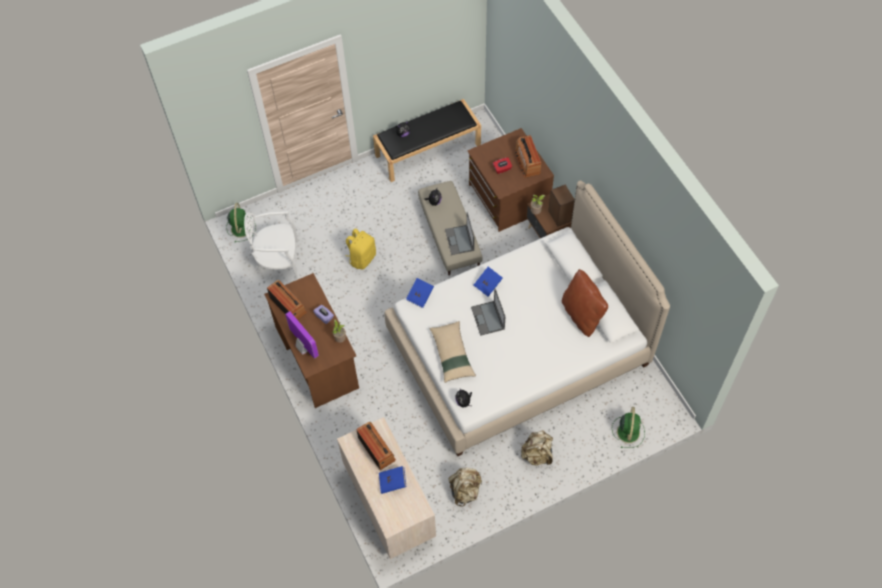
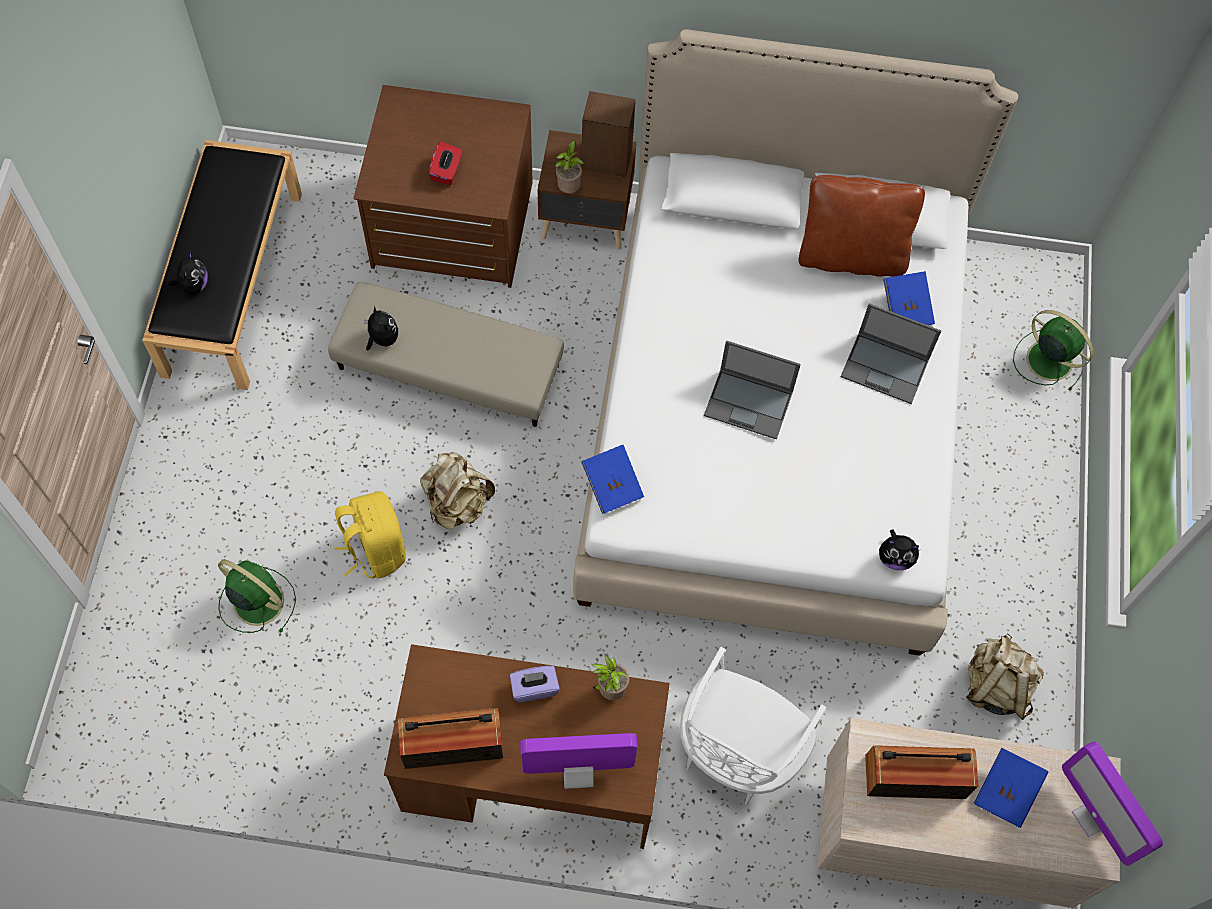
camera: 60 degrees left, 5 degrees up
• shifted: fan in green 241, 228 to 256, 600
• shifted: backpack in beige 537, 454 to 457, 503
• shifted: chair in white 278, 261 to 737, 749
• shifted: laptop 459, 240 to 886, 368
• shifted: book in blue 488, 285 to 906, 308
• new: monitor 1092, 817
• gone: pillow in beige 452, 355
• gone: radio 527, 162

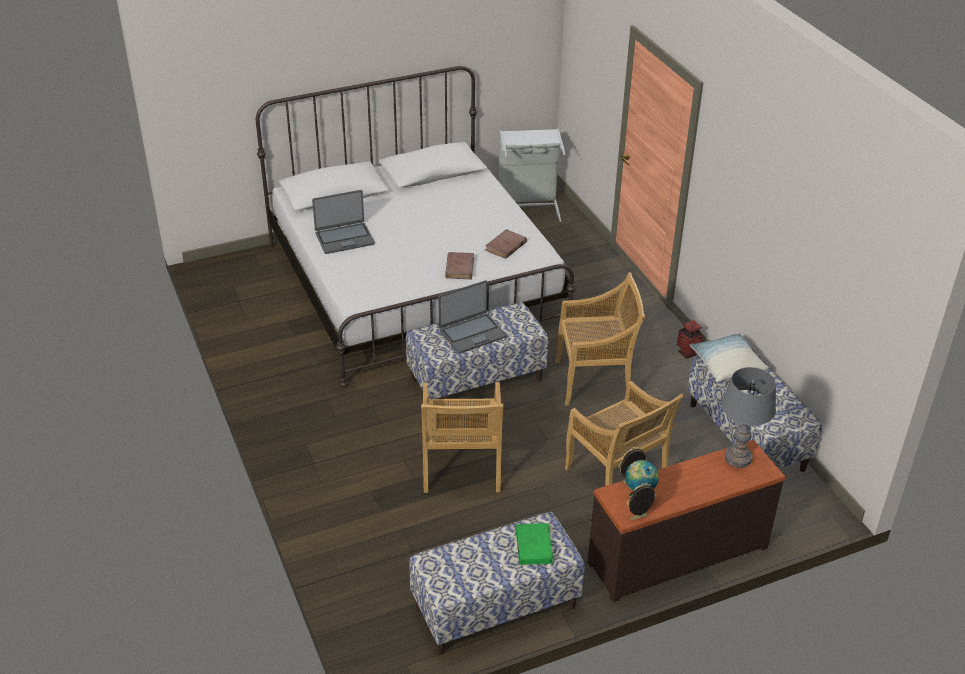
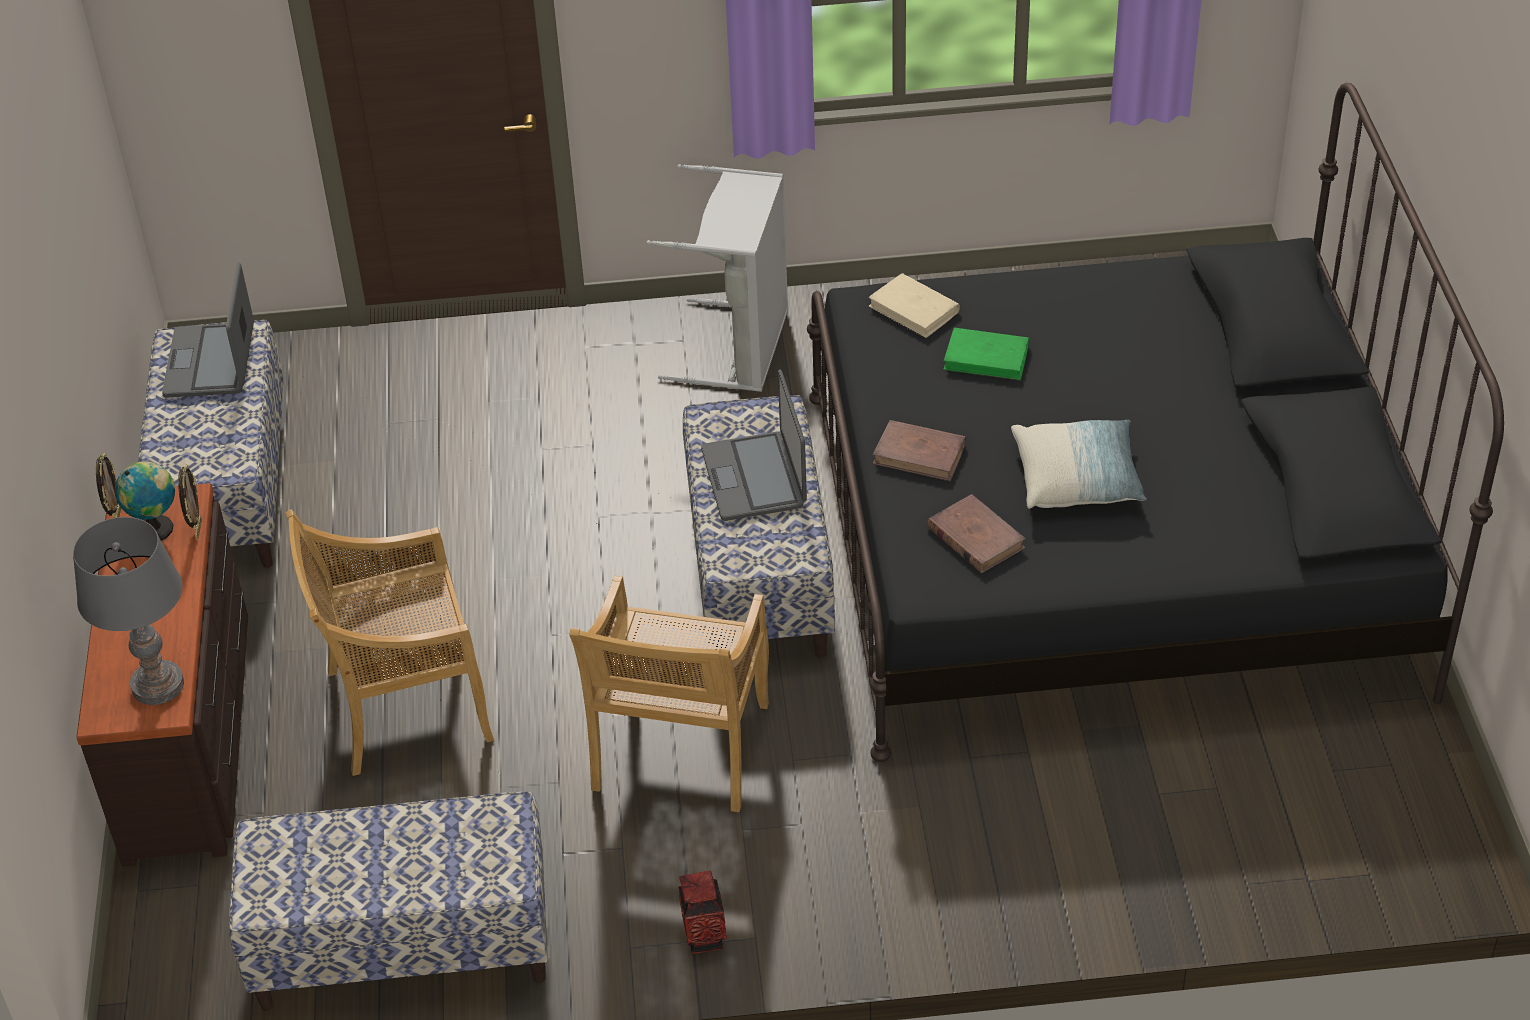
camera: 110 degrees right, 5 degrees up
• shifted: laptop 344, 238 to 211, 362
• shifted: laundry basket in grey 528, 206 to 740, 348
• repainted: bed in white 414, 284 to bed in black 1107, 540
• new: book in beige 914, 309
• shifted: book in green 533, 546 to 987, 358
• shifted: pillow 726, 365 to 1077, 479
• gone: chair in beige 461, 468

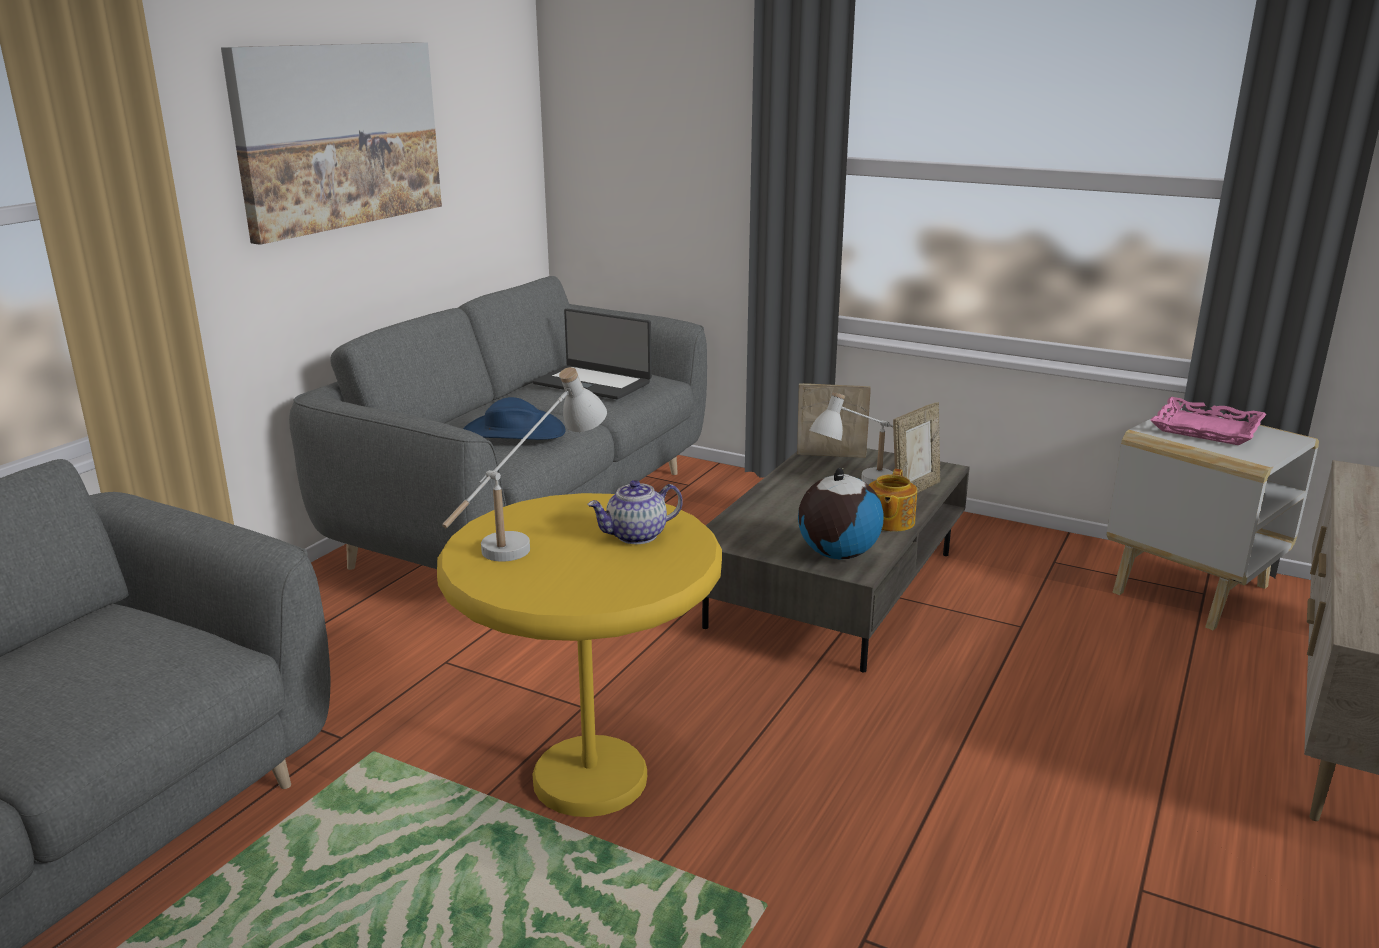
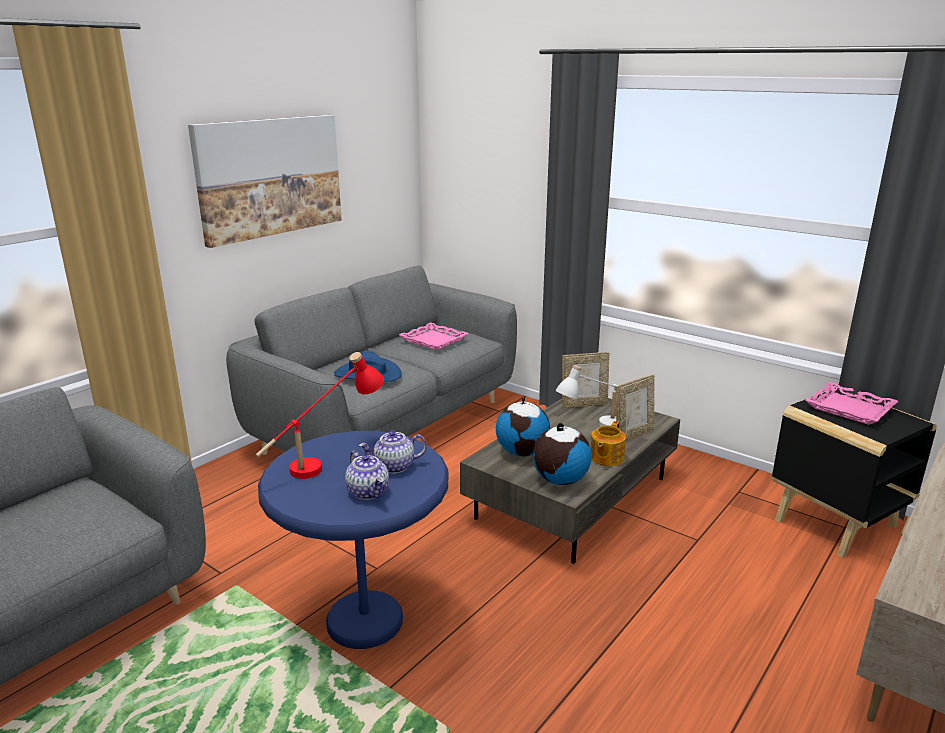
camera: 10 degrees right, 0 degrees up
• repainted: table lamp in white 531, 537 to table lamp in red 326, 462
• repainted: side table in yellow 590, 778 to side table in blue 365, 621
• new: teapot 368, 492
• swapped: laptop 593, 383 to tray in pink 434, 340
• new: globe 522, 452
• rotated: picture frame 830, 457 = 584, 404 150 degrees clockwise
• repainted: side table in white 1191, 588 to side table in black 836, 522

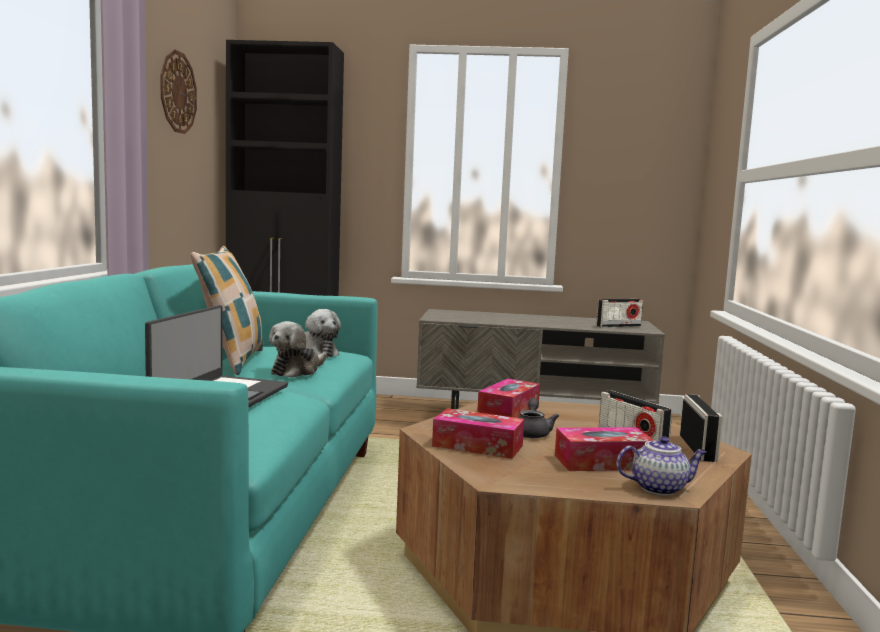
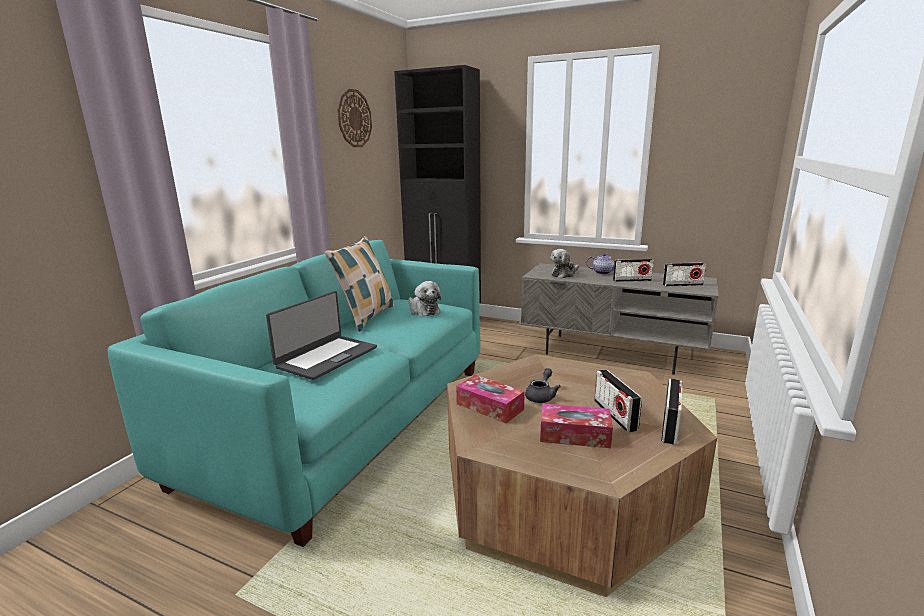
camera: 20 degrees right, 10 degrees up
• shifted: plush toy 297, 371 to 564, 274
• shifted: teapot 659, 488 to 603, 272
• new: radio 632, 280
• gone: tissue box 508, 410

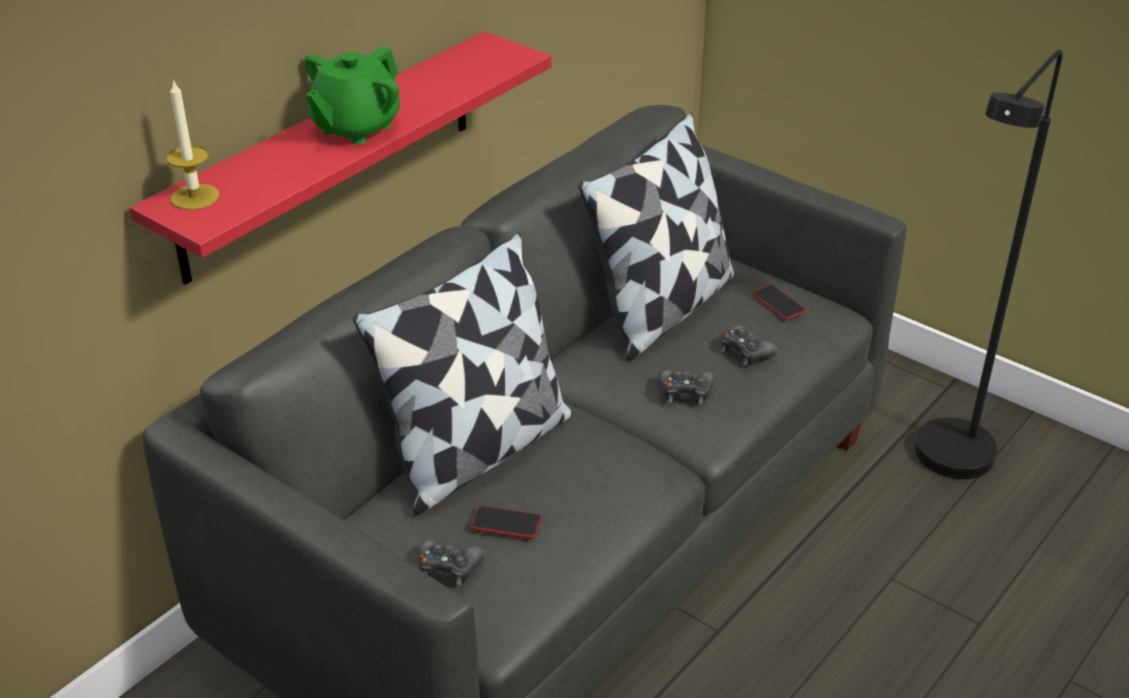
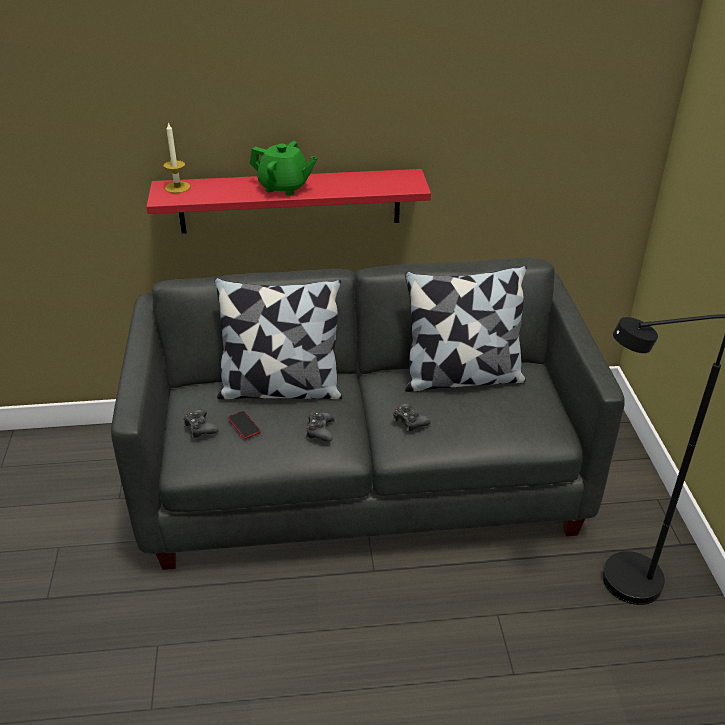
camera: 45 degrees right, 0 degrees up
• rotated: teapot in green 355, 128 = 284, 187 150 degrees counterclockwise
• shifted: game controller in black 746, 351 to 320, 430
• gone: phone 778, 303

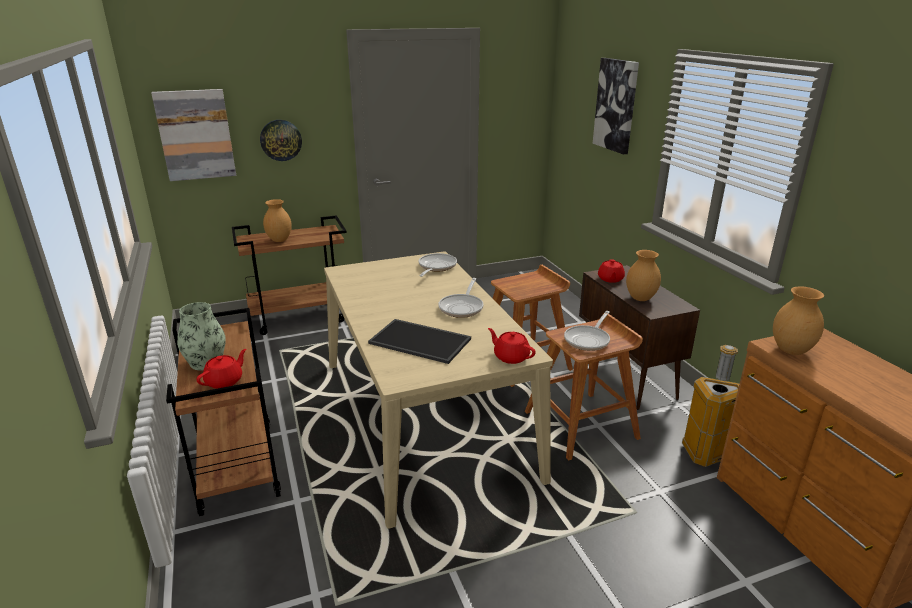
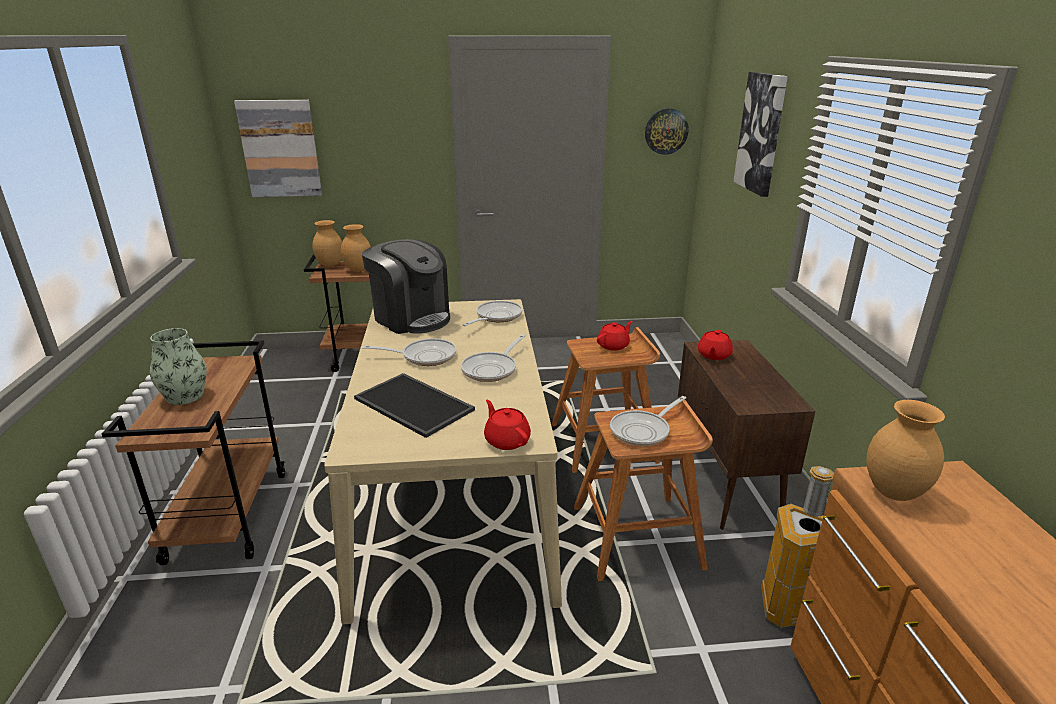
camera: 15 degrees right, 0 degrees up
• shifted: vase in brown 641, 298 to 331, 265
• new: coffee machine 411, 318
• new: frying pan 424, 356
• shifted: teapot in red 225, 381 to 613, 345
• shifted: wall clock 281, 140 to 666, 131

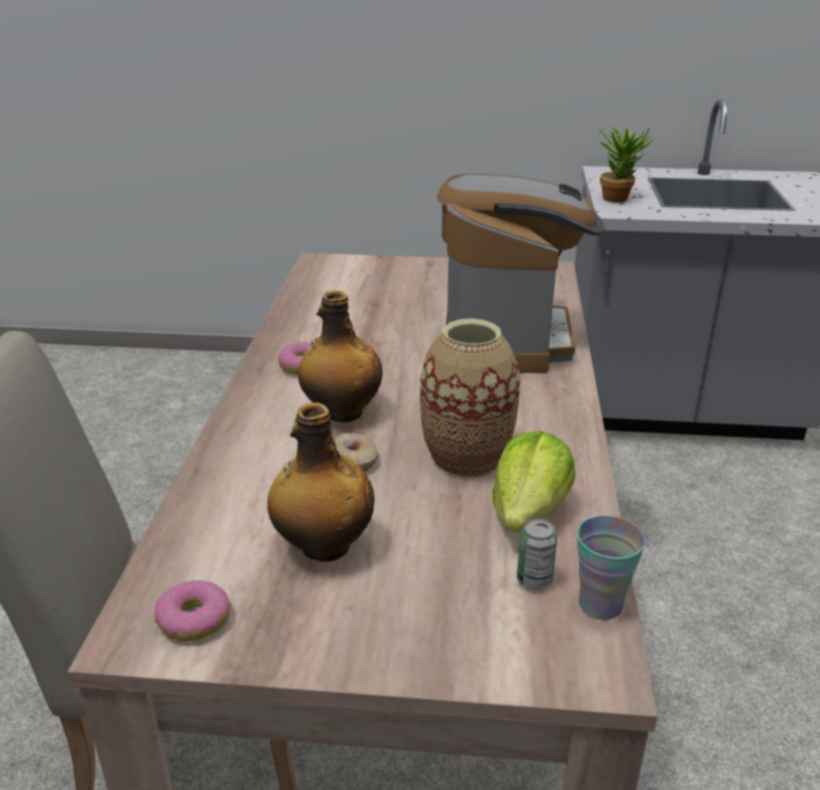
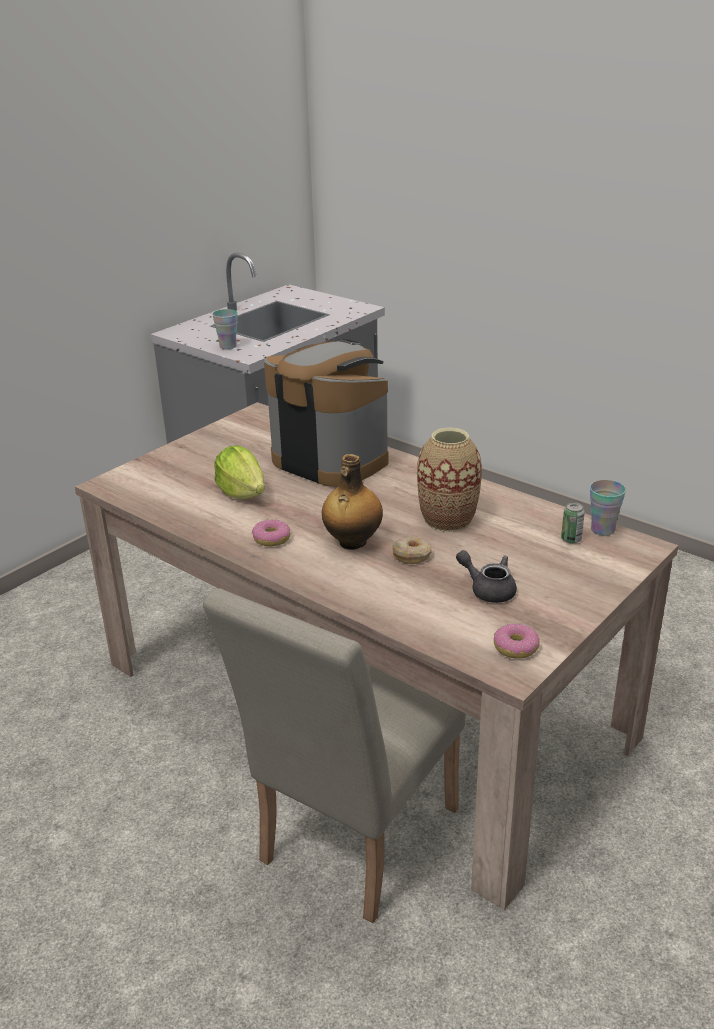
camera: 55 degrees left, 0 degrees up
• swapped: potted plant 618, 197 to cup 228, 346
• shifted: lettuce 529, 513 to 242, 492
• swapped: bottle 323, 547 to teapot in grey 488, 589

